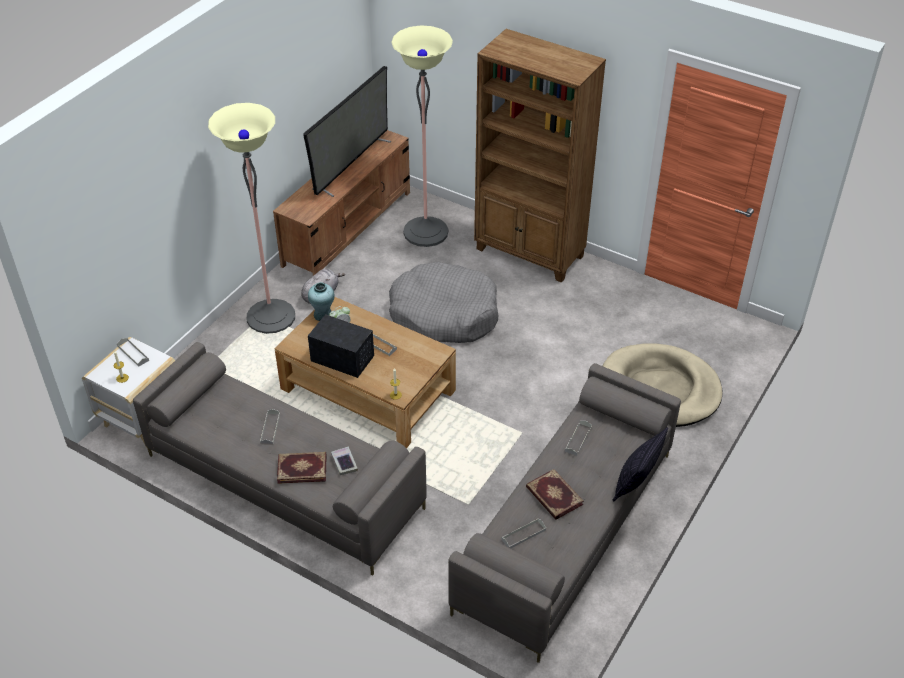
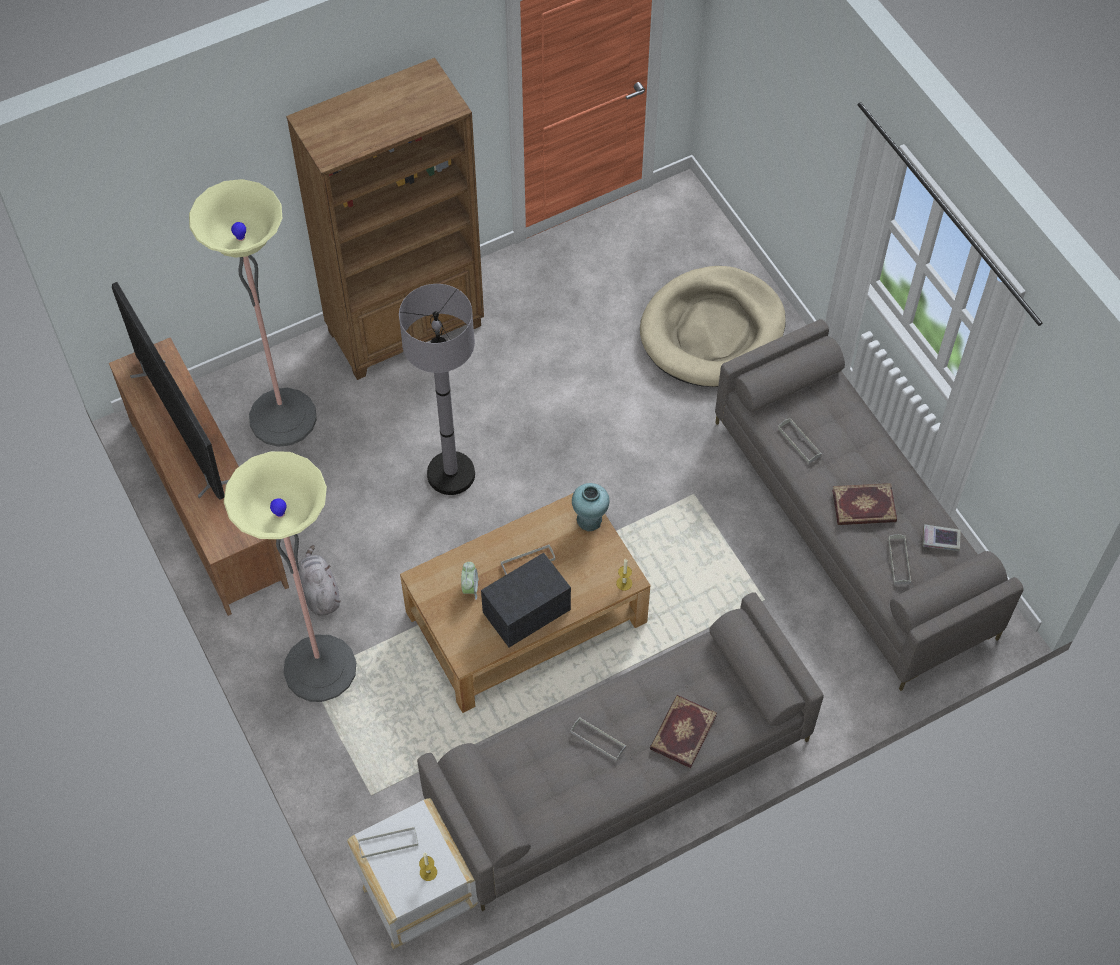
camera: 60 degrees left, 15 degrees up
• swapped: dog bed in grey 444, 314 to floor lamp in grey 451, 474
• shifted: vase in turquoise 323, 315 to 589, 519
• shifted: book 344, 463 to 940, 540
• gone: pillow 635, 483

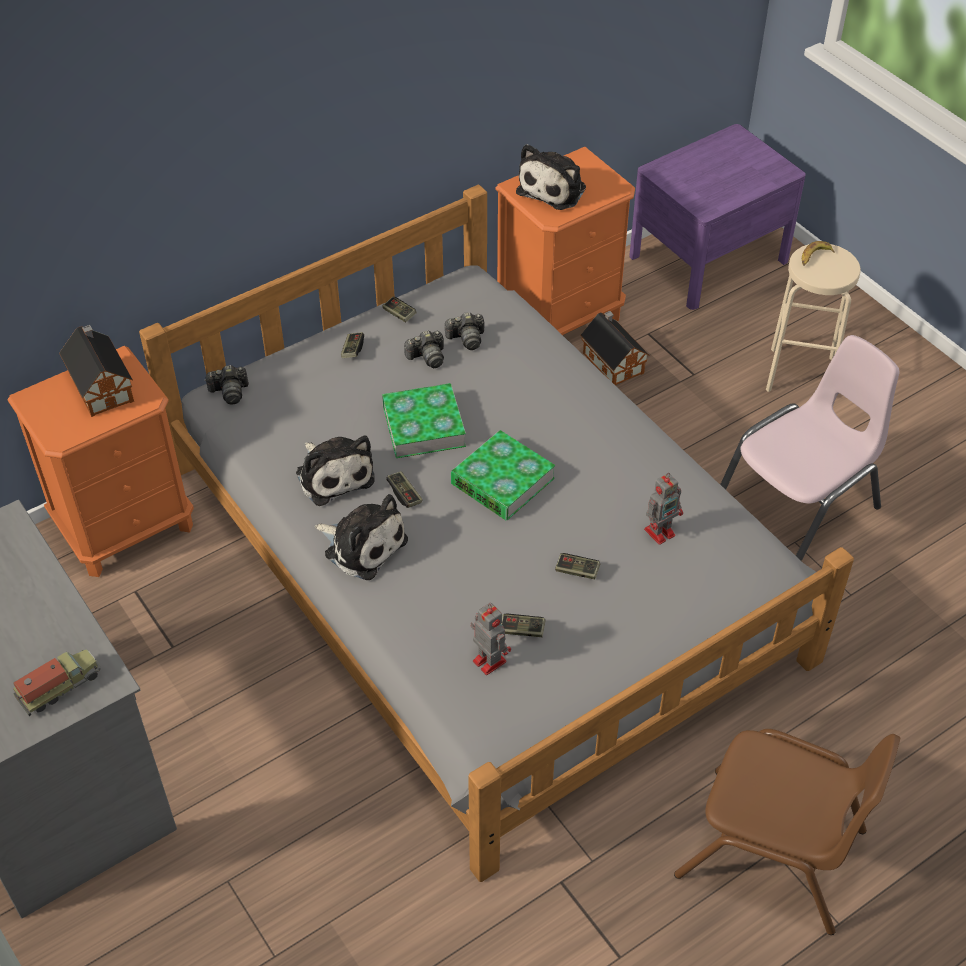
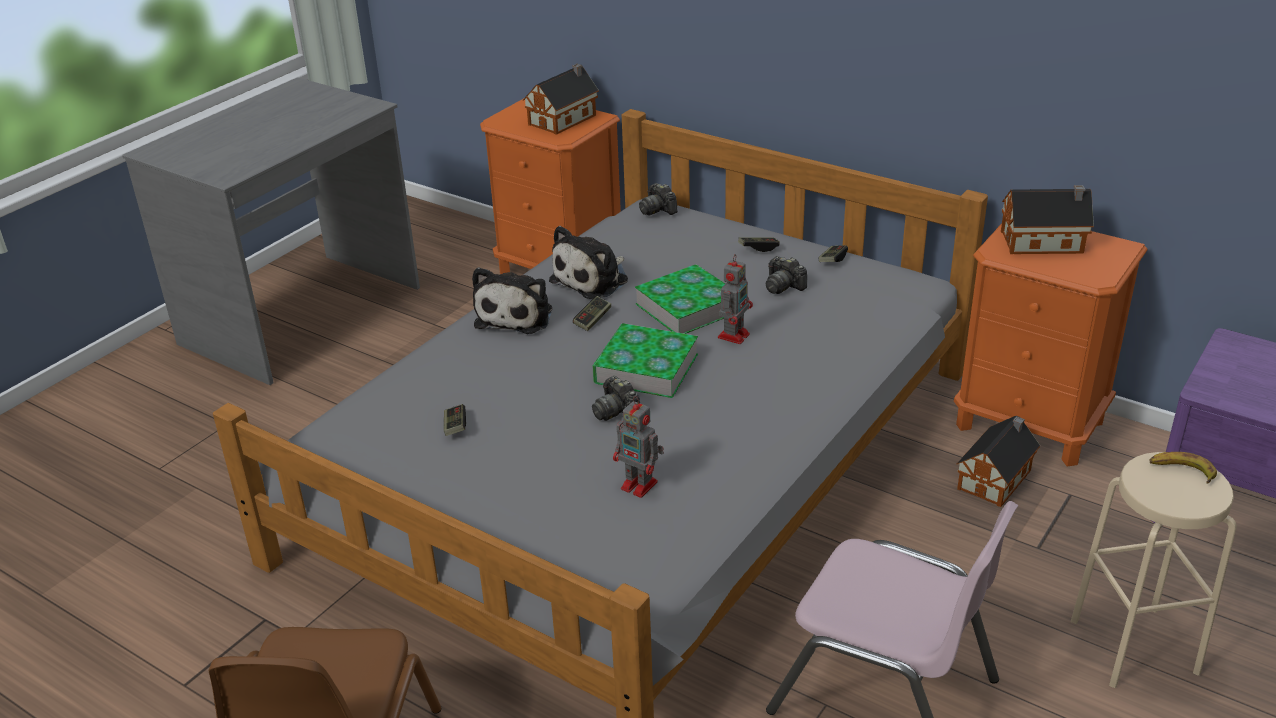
camera: 70 degrees right, 15 degrees down
• shifted: photo camera 466, 339 to 616, 411
• shifted: toy robot 488, 660 to 734, 335
• swapped: plush toy 554, 188 to toy house 1045, 242
• gone: toy truck 60, 686
• gone: game controller 577, 571

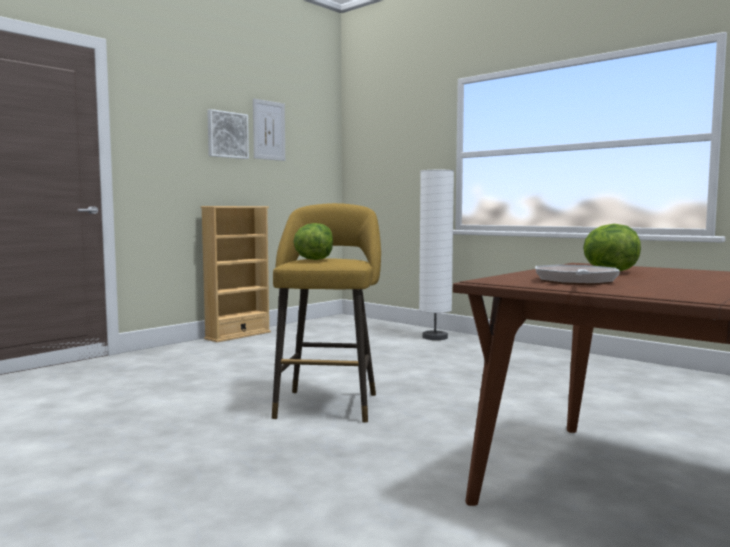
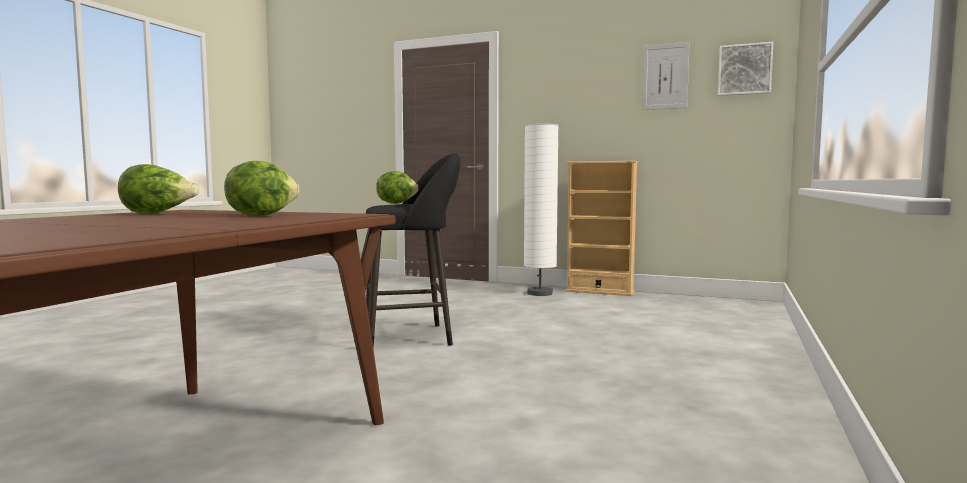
camera: 70 degrees right, 0 degrees up
• swapped: frying pan 576, 282 to lettuce 158, 214
• repainted: stool in yellow 328, 403 to stool in black 413, 337
• shifted: floor lamp in white 435, 337 to 539, 293
• shifted: picture 227, 135 to 744, 69

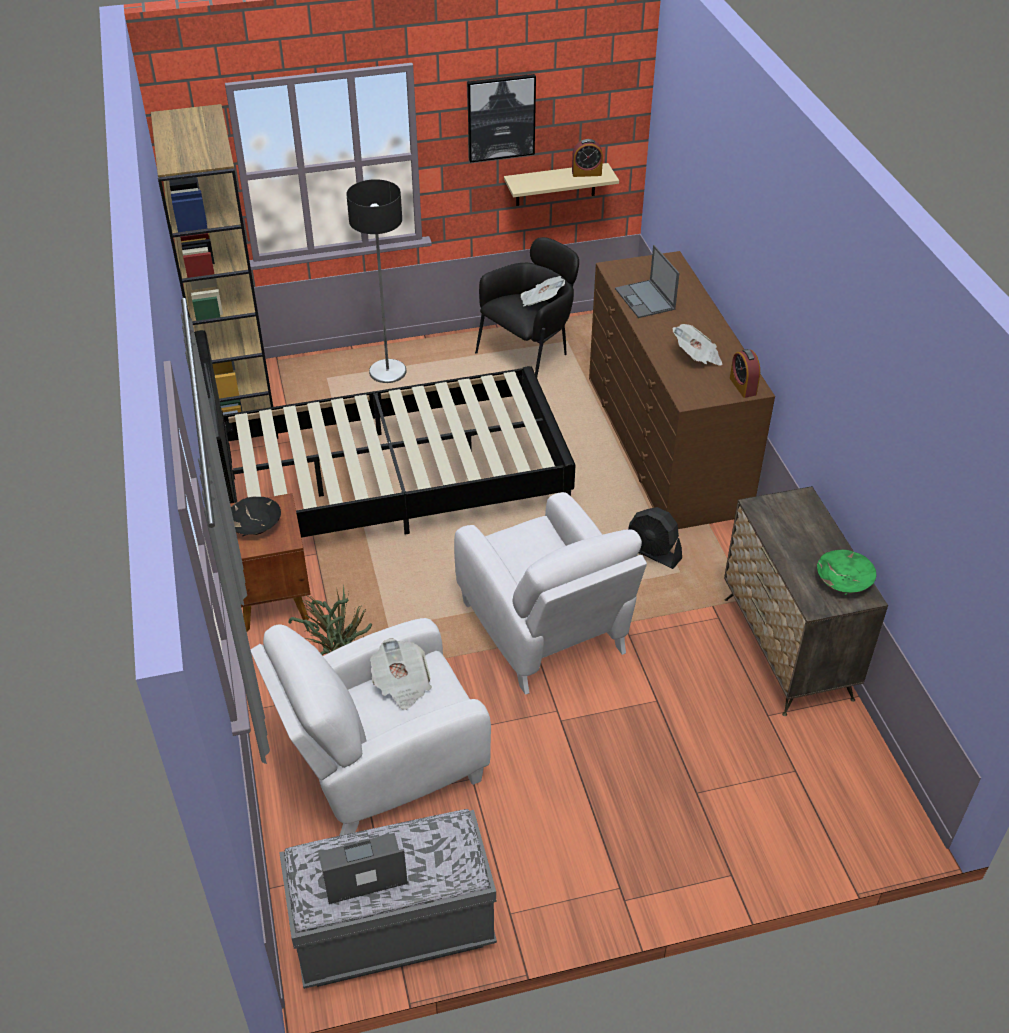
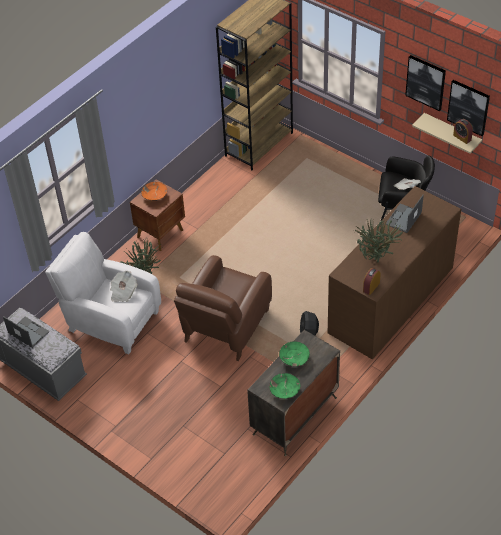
camera: 55 degrees right, 5 degrees up
• repainted: bowl in black 255, 524 to bowl in orange 155, 195
• repainted: armchair in white 545, 631 to armchair in brown 225, 328
• new: bowl in green 294, 358
• swapped: newspaper 697, 357 to potted plant 376, 260
• new: picture 468, 107
• gone: bed in black 392, 483
• gone: floor lamp 387, 372

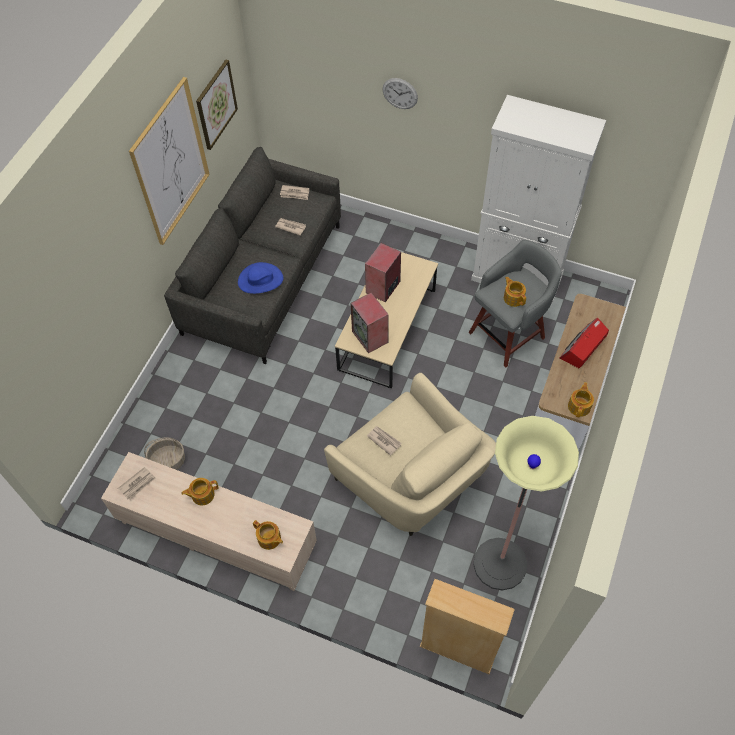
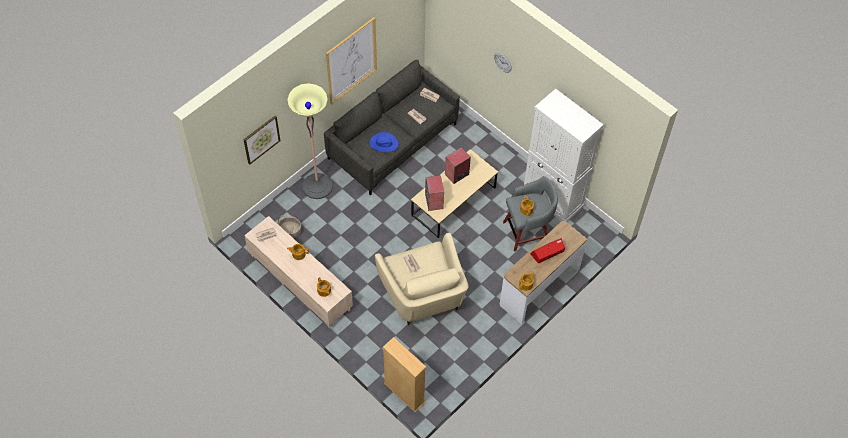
camera: 20 degrees right, 0 degrees up
• shifted: picture 216, 104 to 261, 139
• shifted: floor lamp 500, 564 to 317, 186

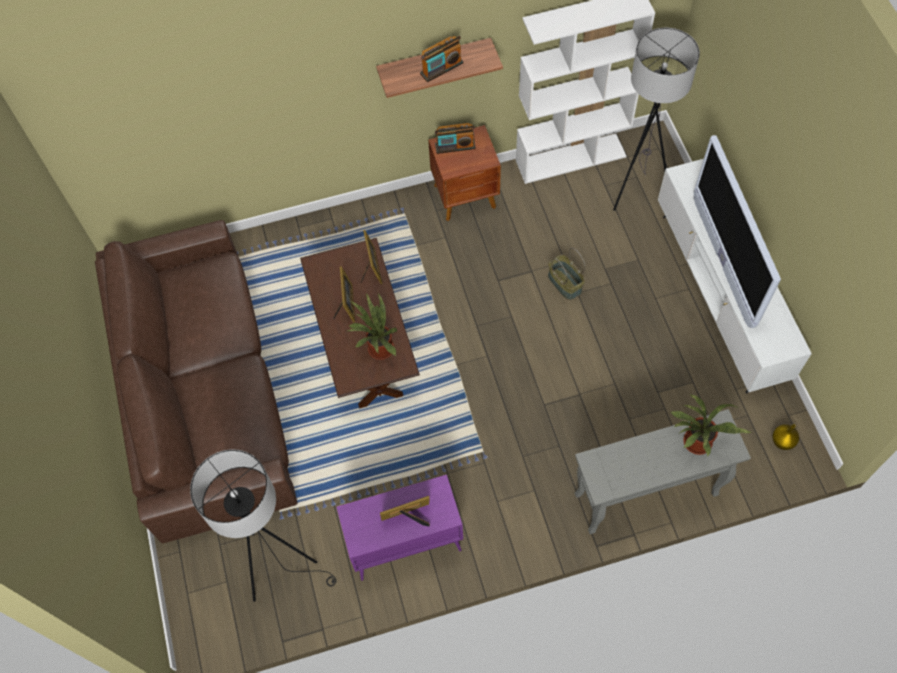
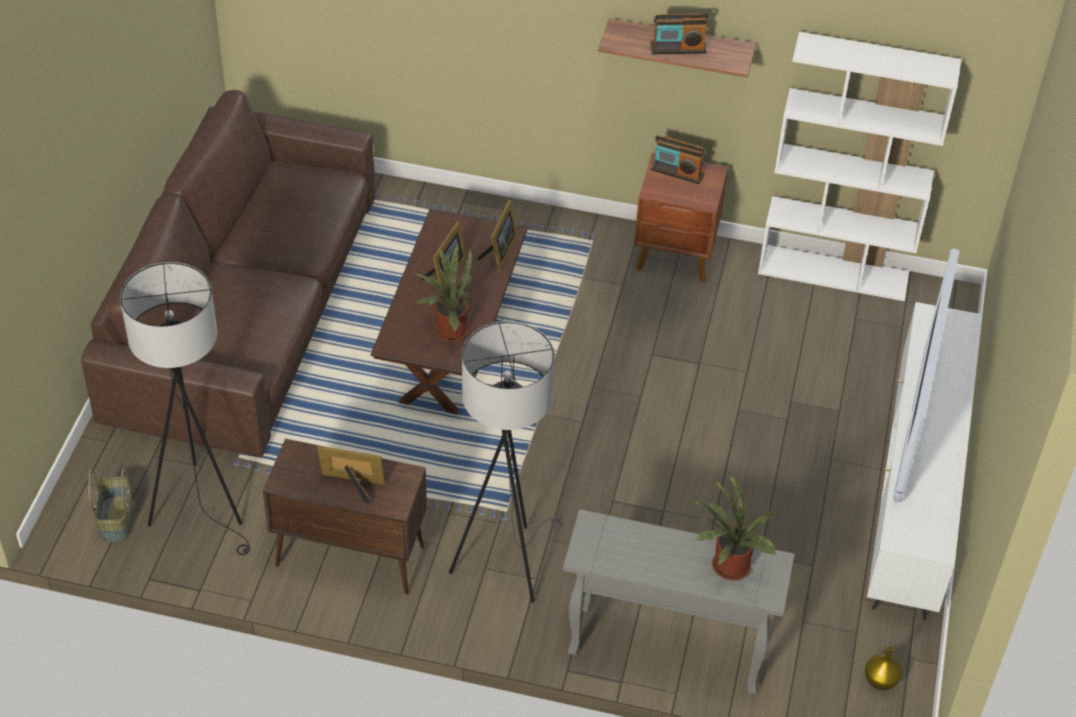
camera: 25 degrees right, 15 degrees down
• shifted: basket 564, 283 to 115, 519
• repainted: cabinet in purple 404, 544 to cabinet in brown 348, 556
• shifted: floor lamp in grey 637, 187 to 505, 560

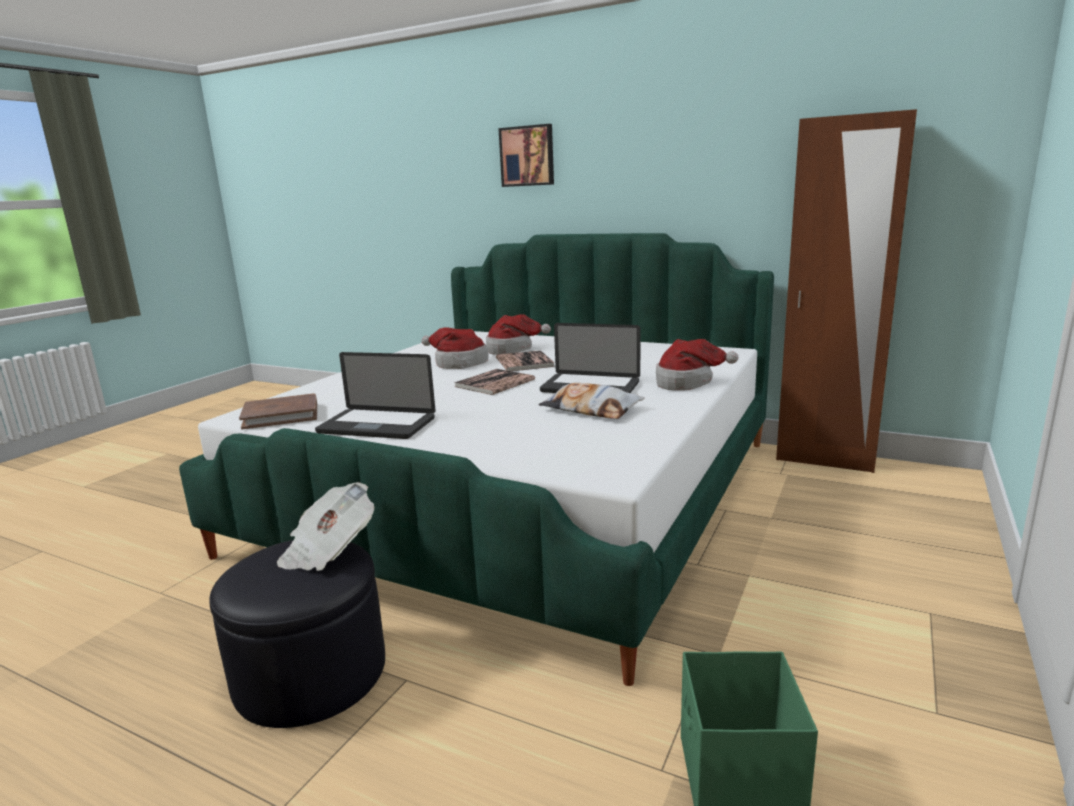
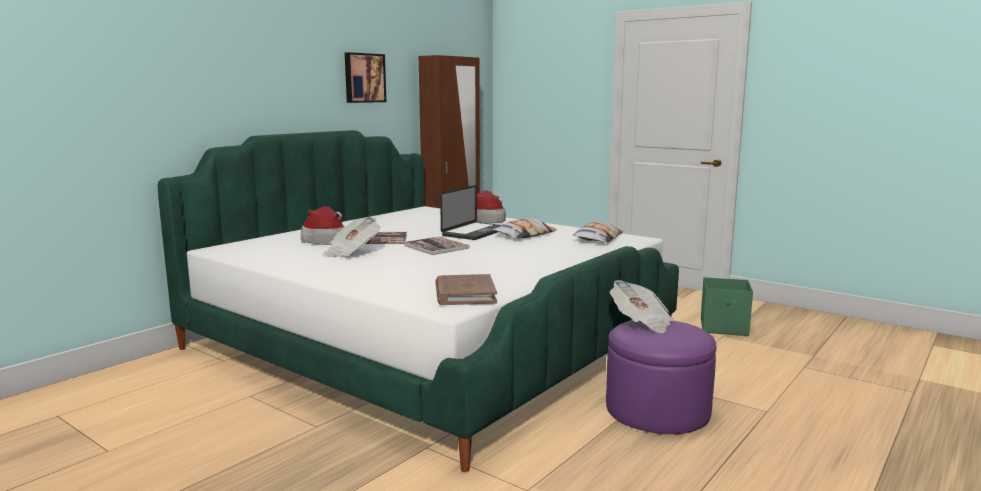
camera: 80 degrees left, 5 degrees down
• swapped: hat 458, 363 to newspaper 351, 252
• shifted: picture 527, 156 to 364, 78
• new: pillow 597, 238
• repainted: ottoman in black 311, 673 to ottoman in purple 657, 410
• gone: laptop 376, 426

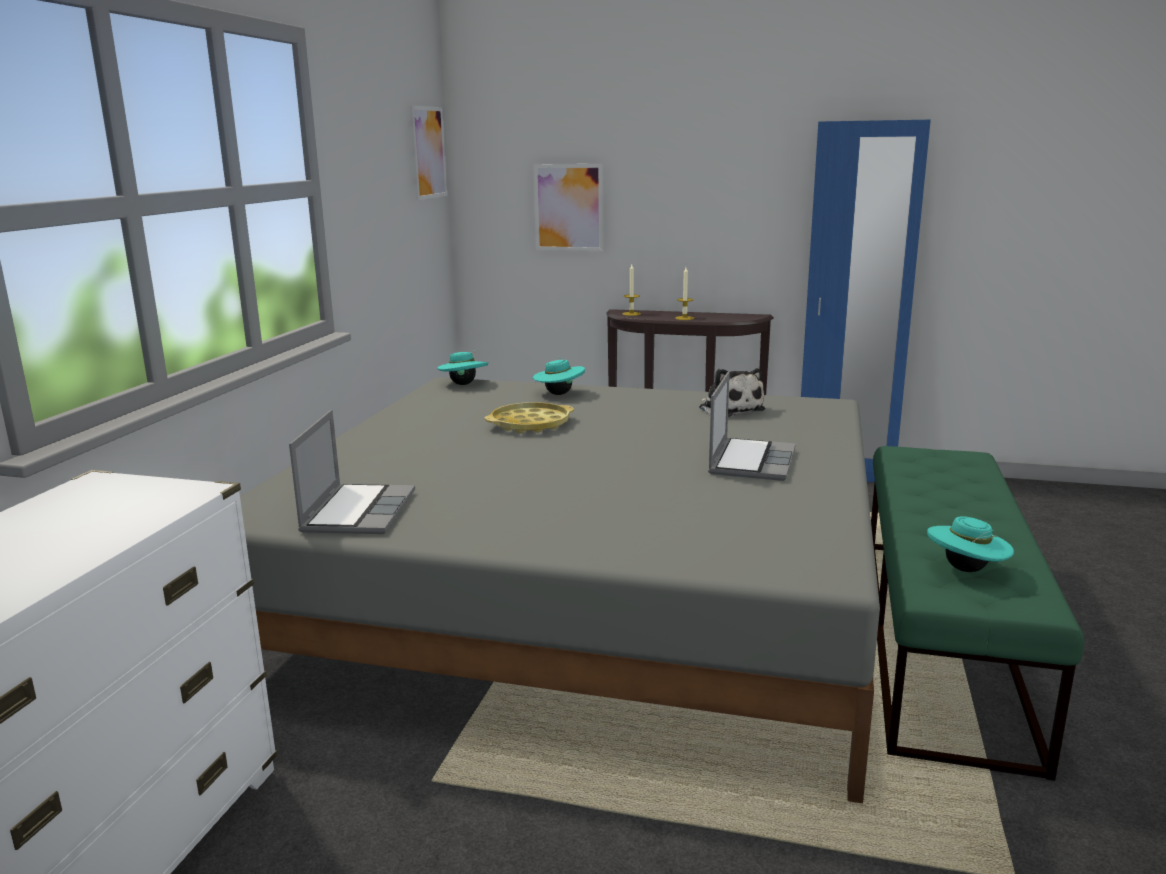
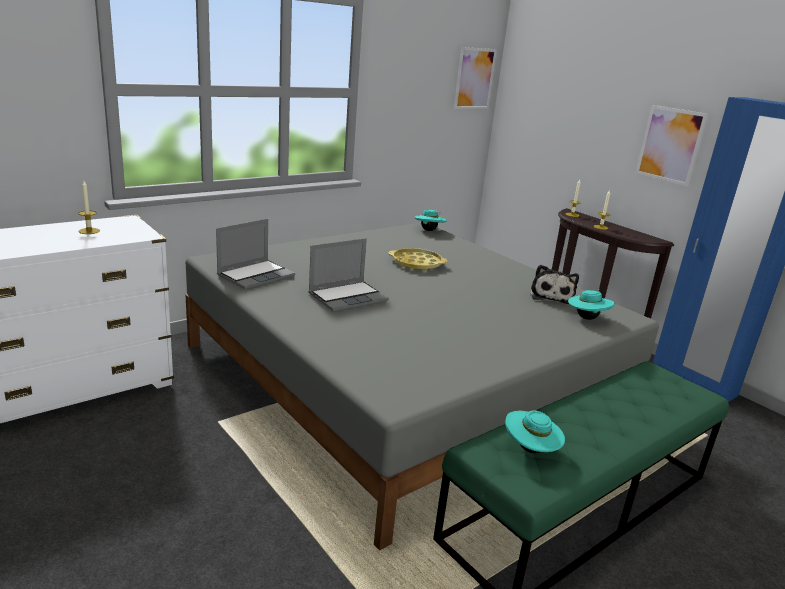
camera: 35 degrees right, 5 degrees up
• new: candle 89, 231
• shifted: laptop 751, 461 to 348, 297
• shifted: hat in turquoise 559, 394 to 587, 318
• shifted: picture 568, 207 to 670, 145

